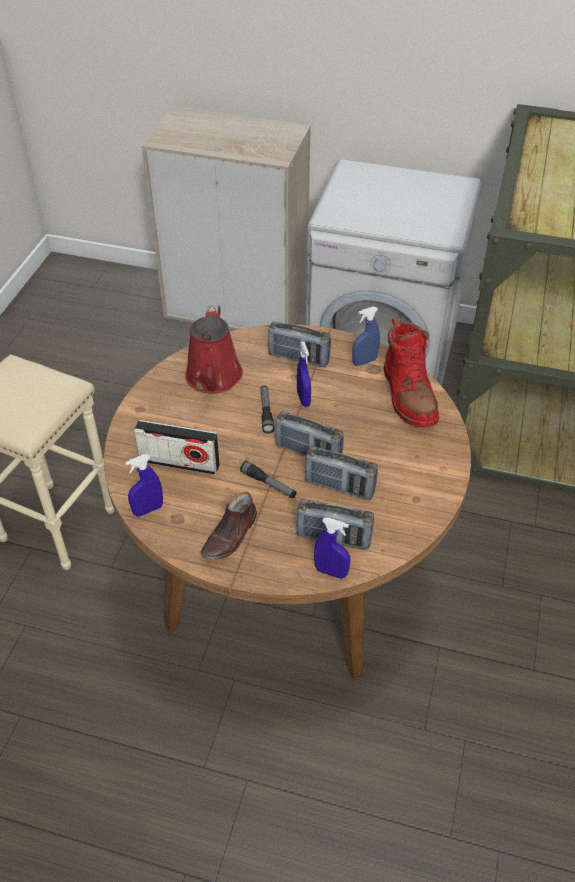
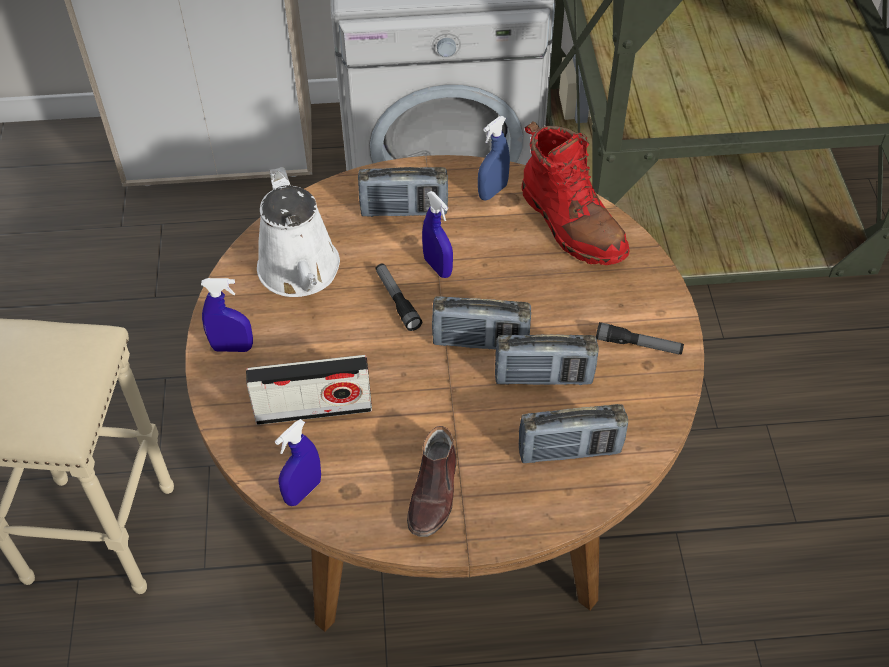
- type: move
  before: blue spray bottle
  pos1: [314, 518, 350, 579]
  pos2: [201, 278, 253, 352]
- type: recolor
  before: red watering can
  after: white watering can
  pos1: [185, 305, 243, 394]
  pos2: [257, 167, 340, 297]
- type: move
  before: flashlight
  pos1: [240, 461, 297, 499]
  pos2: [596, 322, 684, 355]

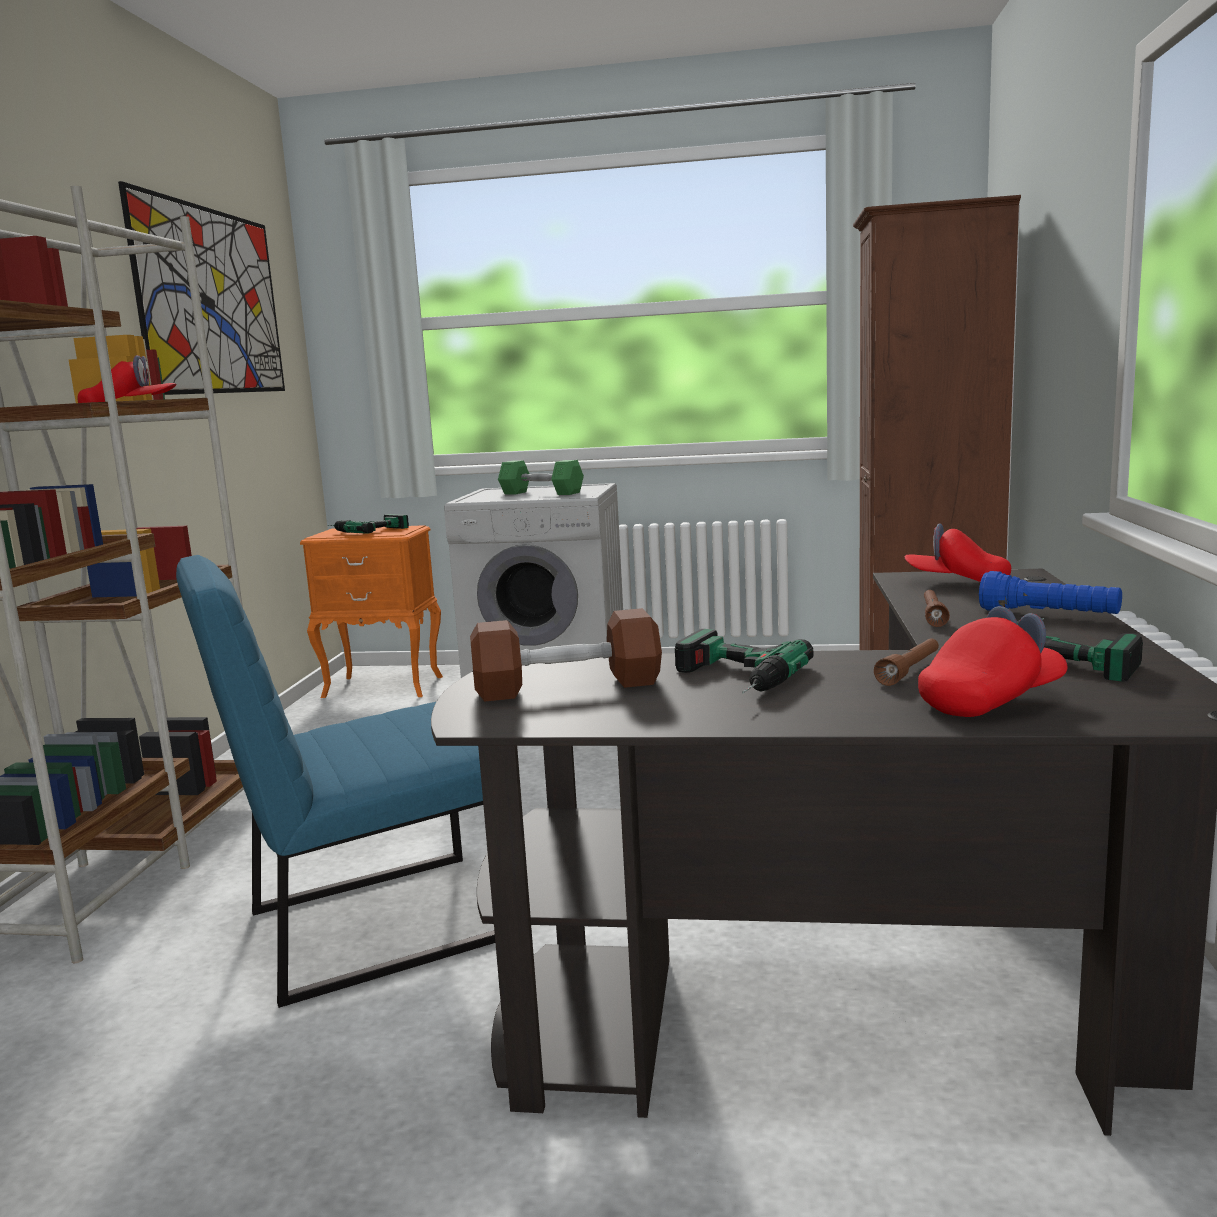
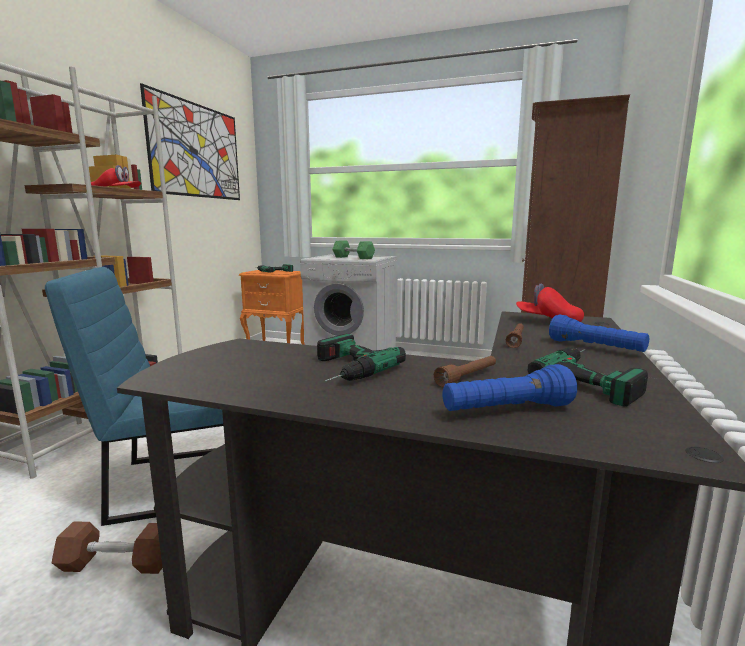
- type: move
  before: brown dumbbell
  pos1: [470, 608, 662, 702]
  pos2: [52, 521, 163, 574]
- type: replace
  before: red cap
  after: blue flashlight
  pos1: [918, 606, 1068, 717]
  pos2: [442, 364, 577, 411]

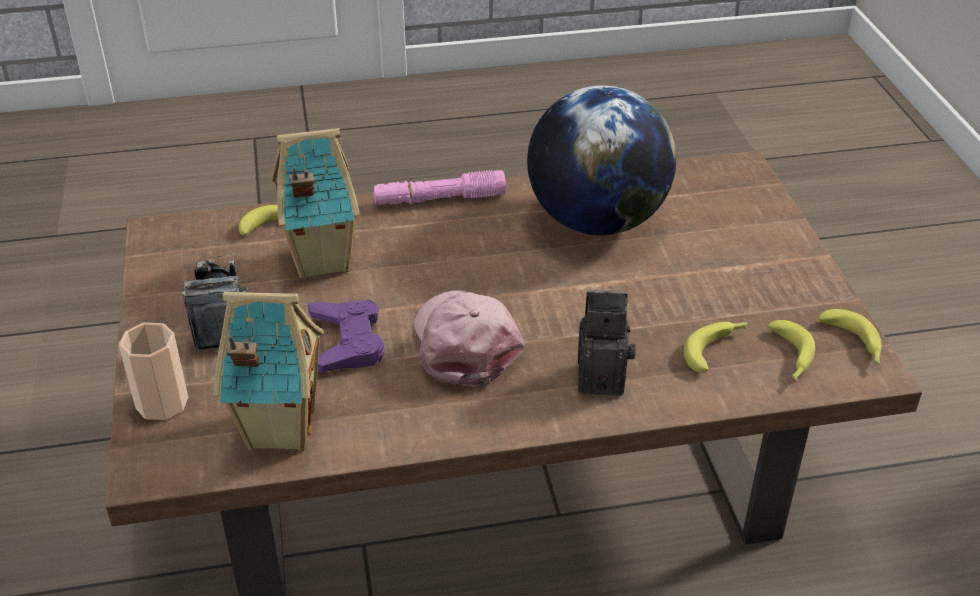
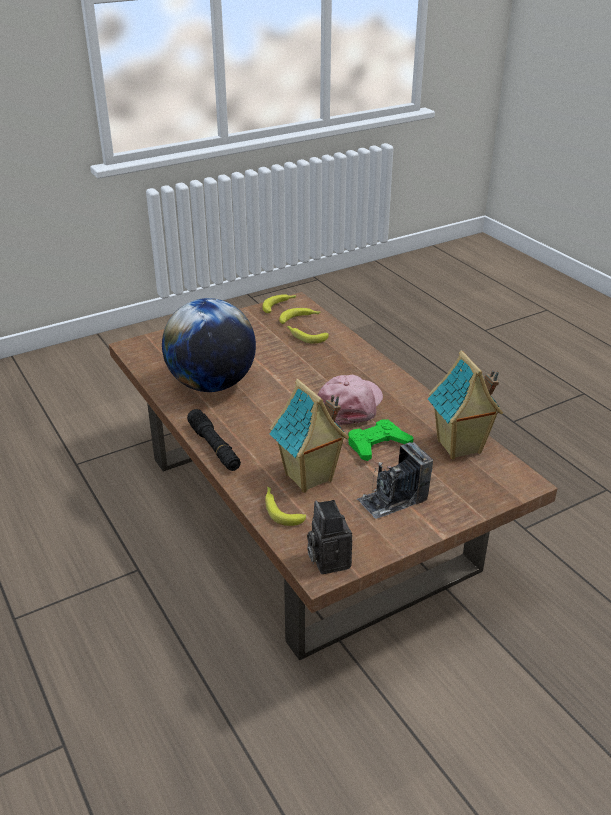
- type: recolor
  before: pink flashlight
  after: black flashlight
  pos1: [374, 170, 506, 205]
  pos2: [187, 409, 241, 471]
- type: move
  before: photo camera
  pos1: [578, 290, 636, 395]
  pos2: [307, 500, 352, 574]
- type: rotate
  before: pink cap
  pos1: [414, 290, 525, 387]
  pos2: [317, 375, 383, 426]
  turn: 150
- type: recolor
  before: purple game controller
  after: green game controller
  pos1: [308, 300, 385, 372]
  pos2: [348, 419, 413, 461]
- type: delete
  before: cup
  pos1: [119, 322, 188, 420]

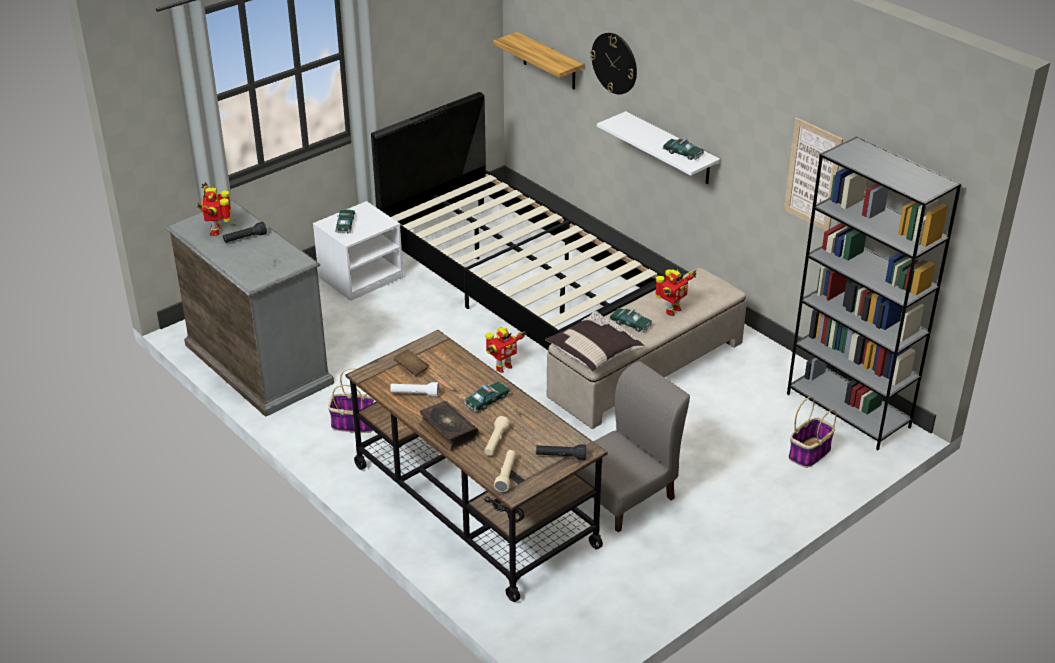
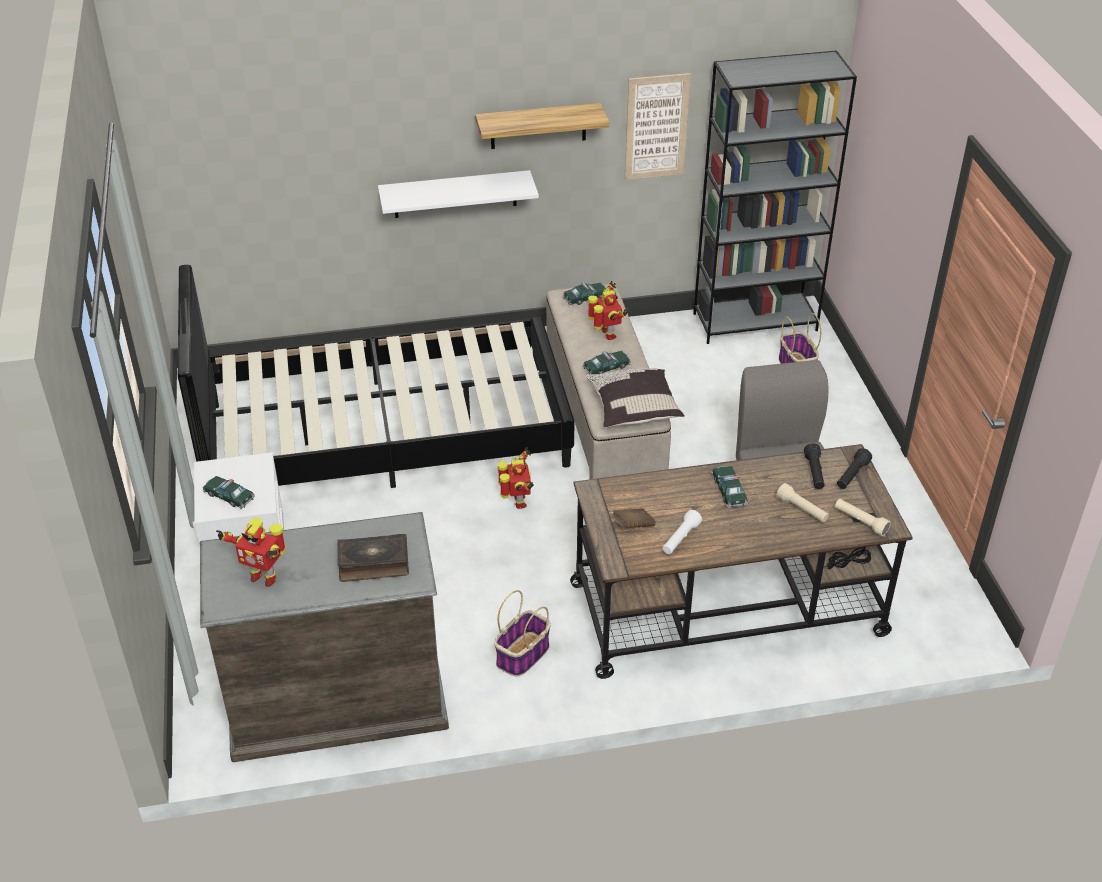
- type: move
  before: book
  pos1: [419, 401, 478, 451]
  pos2: [338, 534, 409, 582]
- type: move
  before: shelf
  pos1: [493, 32, 583, 89]
  pos2: [475, 103, 609, 149]
- type: move
  before: toy car
  pos1: [663, 138, 704, 160]
  pos2: [563, 282, 606, 305]
- type: move
  before: black flashlight
  pos1: [223, 222, 267, 243]
  pos2: [804, 443, 825, 489]
- type: delete
  before: wall clock
  pos1: [590, 33, 637, 95]

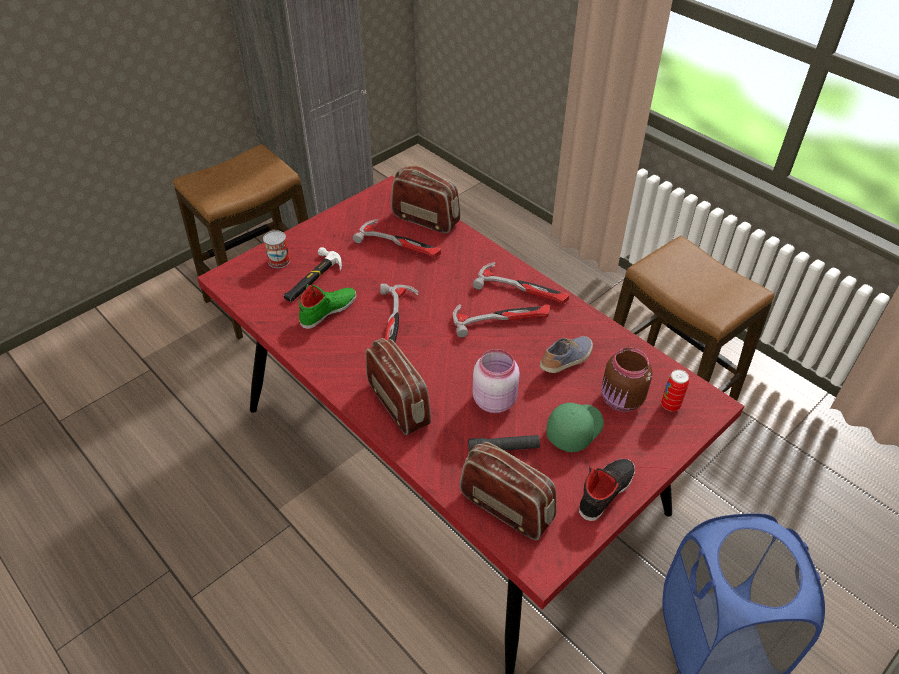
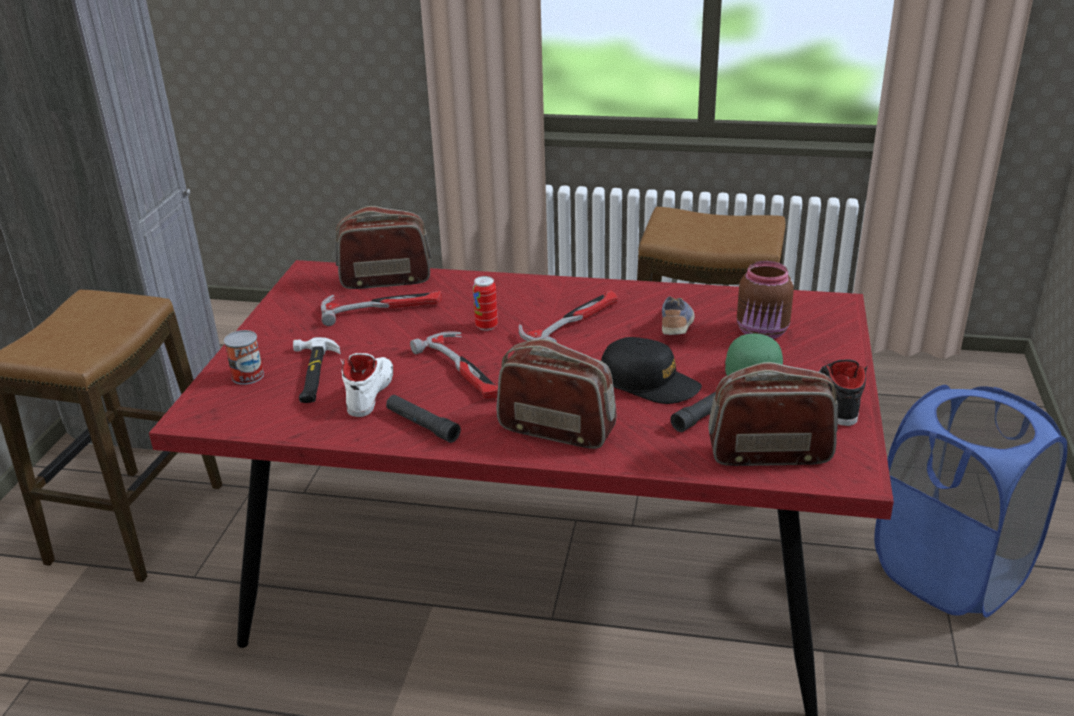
- type: recolor
  before: green shoe
  after: white shoe
  pos1: [299, 284, 357, 329]
  pos2: [340, 353, 393, 418]
- type: insert
  after: black flashlight
  pos2: [386, 395, 461, 443]
- type: move
  before: can
  pos1: [661, 369, 689, 412]
  pos2: [473, 276, 498, 331]
- type: replace
  before: pink jar
  after: black cap
  pos1: [473, 349, 520, 413]
  pos2: [601, 337, 702, 404]
- type: delete
  before: hammer
  pos1: [472, 262, 570, 304]

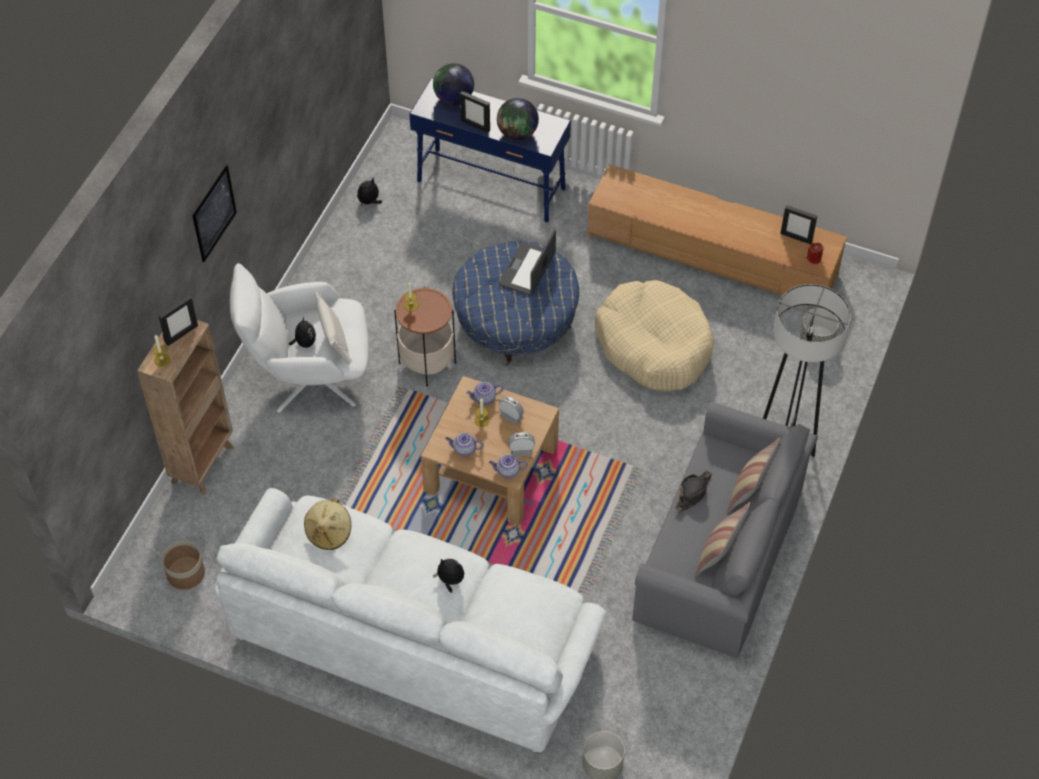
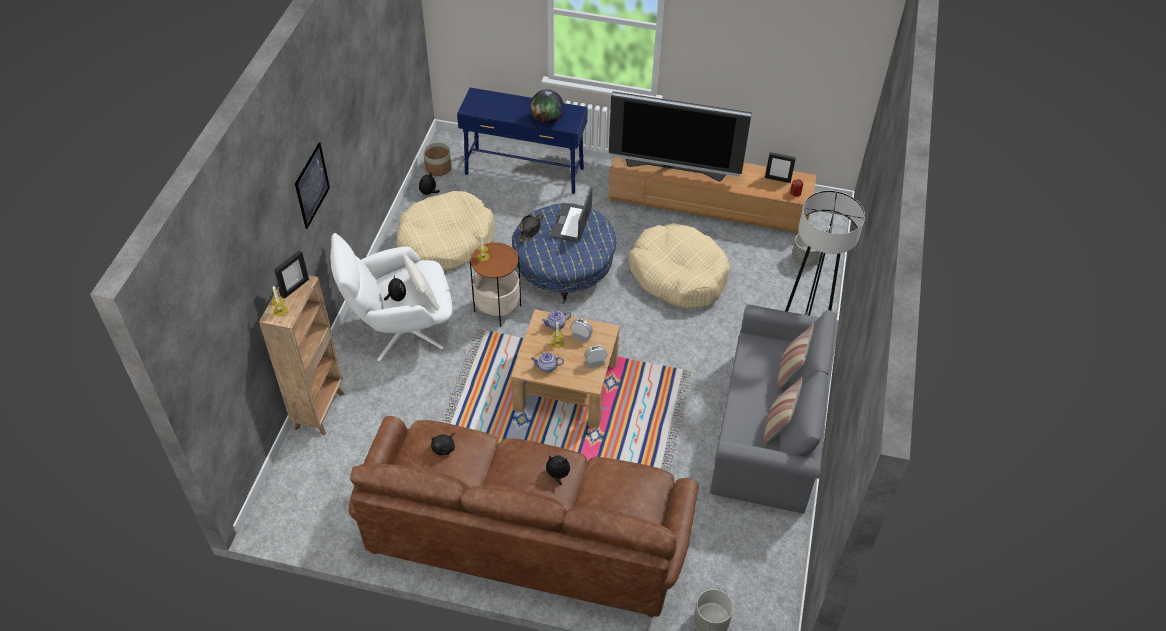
- type: recolor
  before: white sofa
  after: brown sofa
  pos1: [214, 488, 606, 752]
  pos2: [349, 416, 699, 617]
- type: insert
  after: beige dog bed
  pos2: [397, 191, 495, 271]
- type: move
  before: planter
  pos1: [162, 541, 205, 590]
  pos2: [423, 142, 452, 176]
- type: replace
  before: beige hat
  after: black plush toy
  pos1: [304, 498, 351, 550]
  pos2: [431, 432, 456, 455]
- type: move
  before: black hat
  pos1: [675, 470, 712, 512]
  pos2: [518, 213, 544, 242]
- type: insert
  after: television
  pos2: [609, 91, 752, 182]
- type: delete
  before: globe
  pos1: [433, 63, 474, 105]
- type: delete
  before: picture frame
  pos1: [460, 91, 490, 133]
- type: delete
  before: teapot
  pos1: [489, 455, 528, 478]

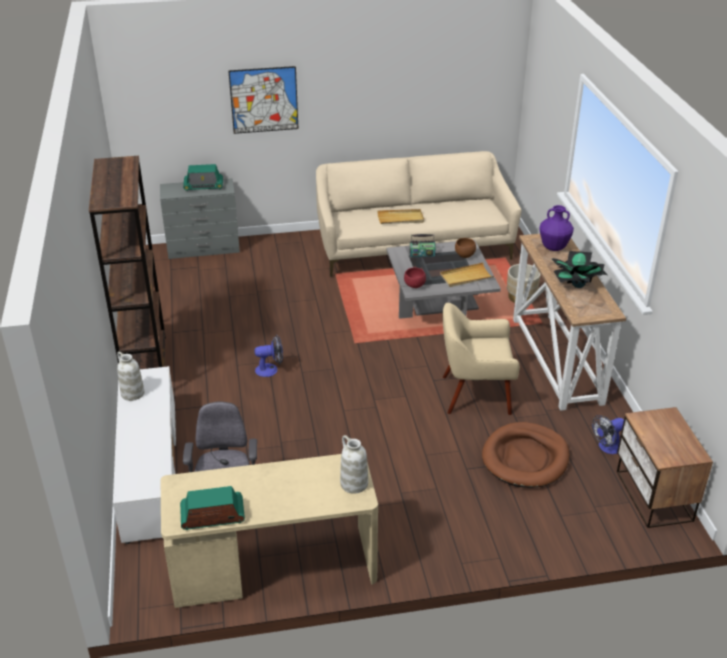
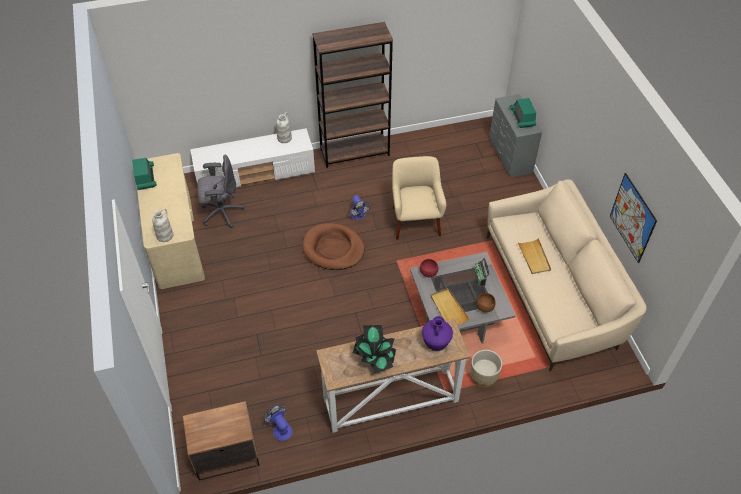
- type: move
  before: brown dog bed
  pos1: [482, 422, 570, 488]
  pos2: [302, 223, 365, 270]
- type: move
  before: beige armchair
  pos1: [442, 303, 520, 415]
  pos2: [392, 156, 446, 240]
- type: move
  before: picture
  pos1: [228, 66, 298, 134]
  pos2: [610, 173, 657, 263]

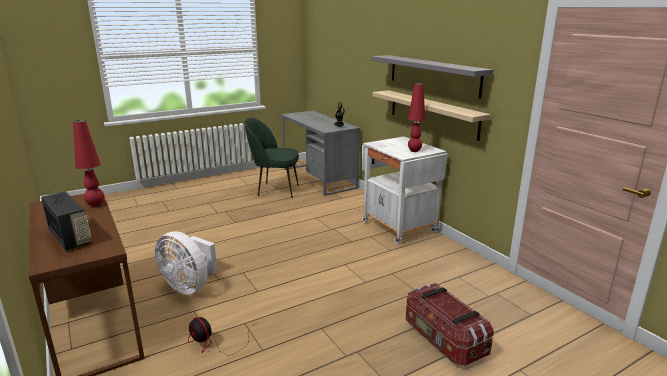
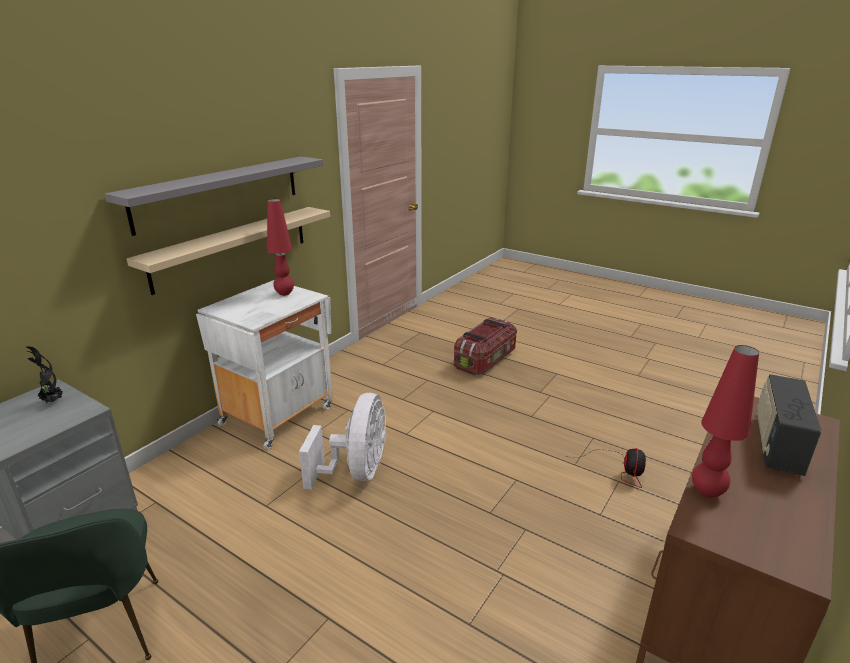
- type: move
  before: white fan
  pos1: [155, 231, 217, 295]
  pos2: [299, 393, 386, 490]

